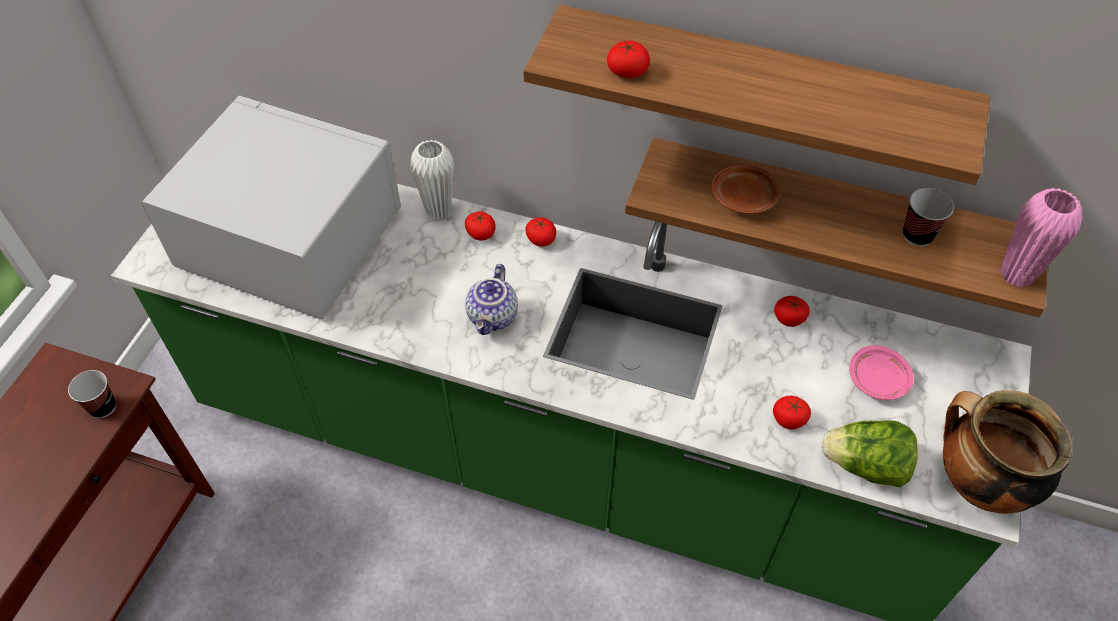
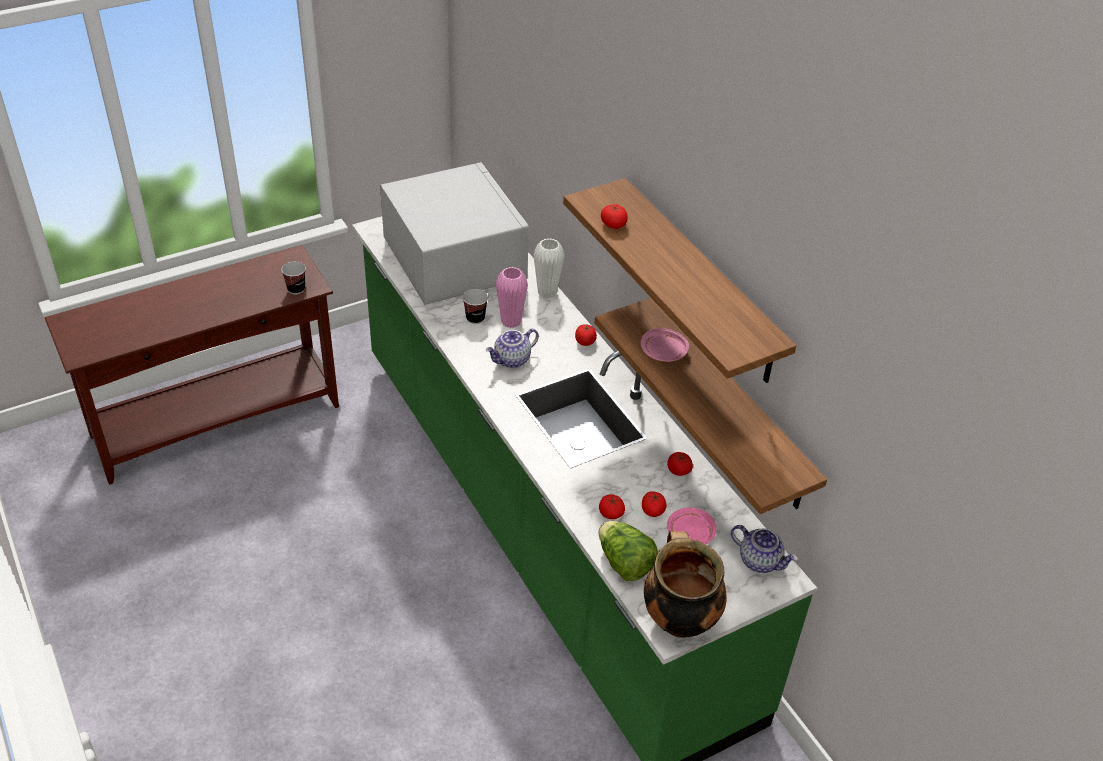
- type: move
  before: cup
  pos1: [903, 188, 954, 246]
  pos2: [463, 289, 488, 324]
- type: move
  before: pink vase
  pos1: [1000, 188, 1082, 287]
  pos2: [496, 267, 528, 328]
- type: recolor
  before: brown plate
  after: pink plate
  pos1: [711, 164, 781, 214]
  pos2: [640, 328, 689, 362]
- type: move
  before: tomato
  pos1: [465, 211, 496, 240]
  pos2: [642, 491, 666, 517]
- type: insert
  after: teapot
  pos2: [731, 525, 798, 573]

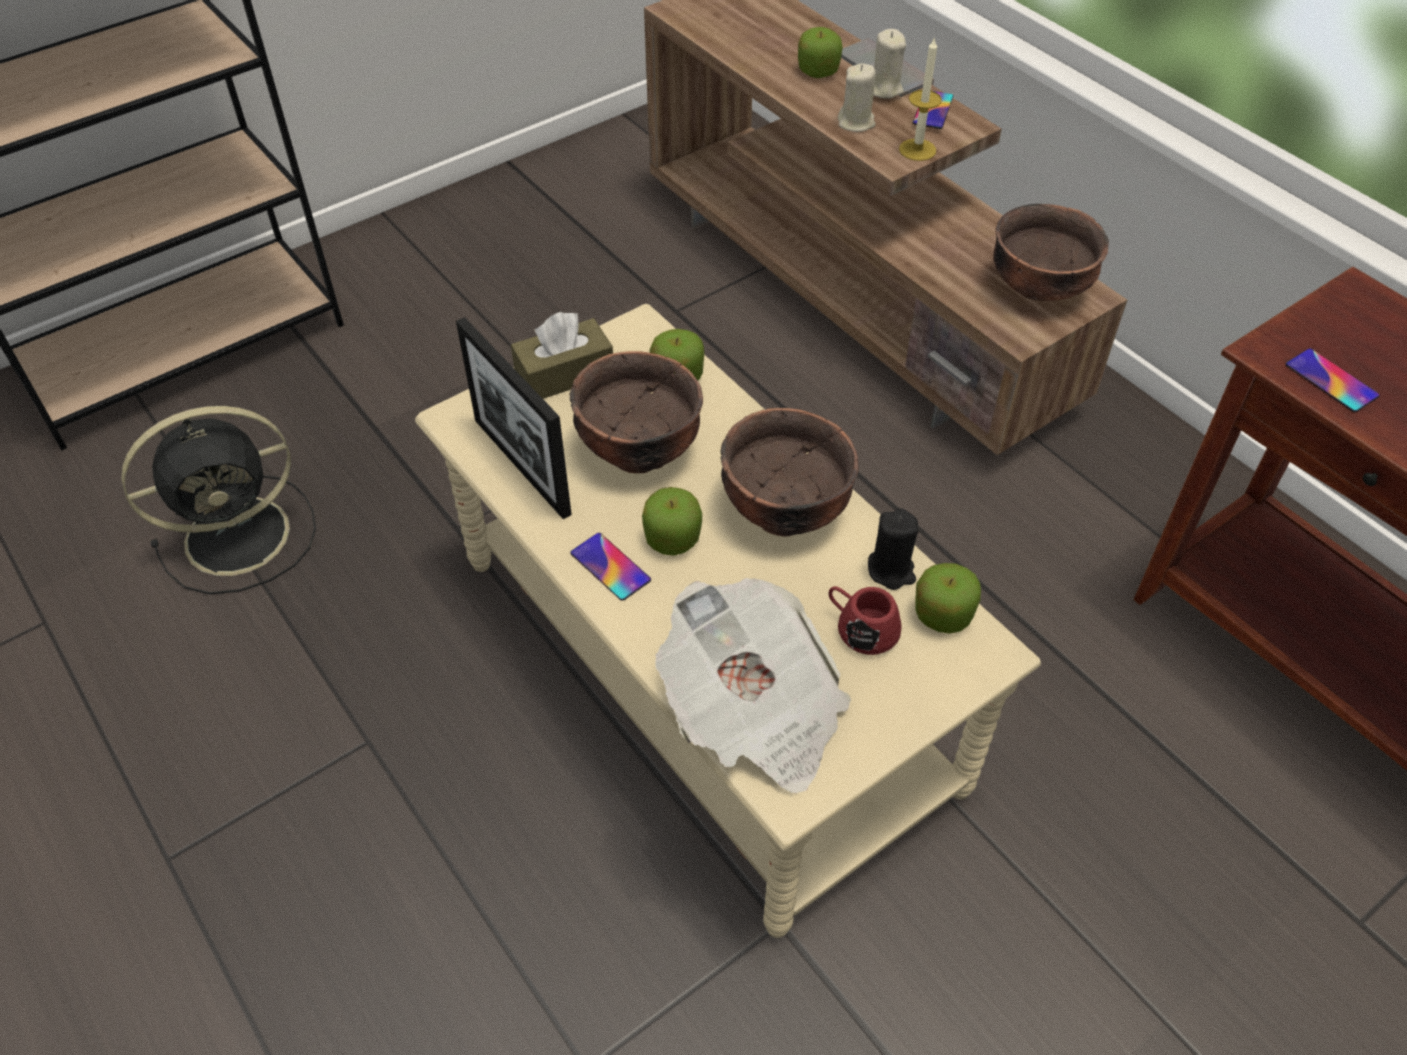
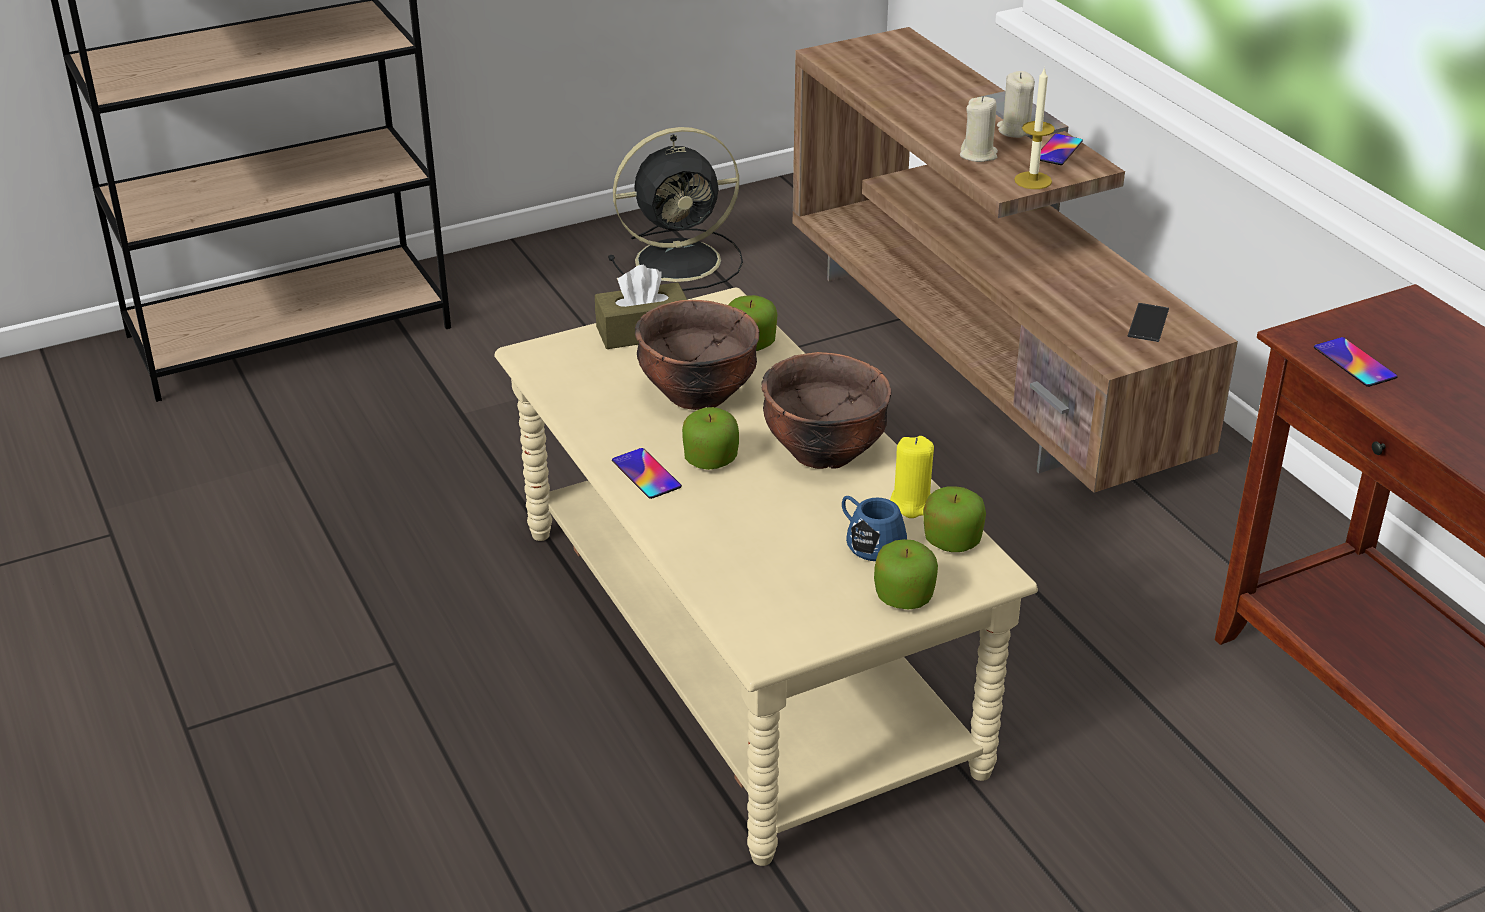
- type: move
  before: black fan
  pos1: [121, 406, 316, 594]
  pos2: [608, 127, 743, 291]
- type: recolor
  before: red mug
  after: blue mug
  pos1: [829, 586, 902, 655]
  pos2: [842, 496, 907, 561]
- type: move
  before: apple
  pos1: [798, 27, 843, 78]
  pos2: [874, 539, 938, 610]
- type: recolor
  before: black candle
  after: yellow candle
  pos1: [868, 508, 918, 590]
  pos2: [890, 436, 934, 518]
- type: replace
  before: brown bowl
  after: phone
  pos1: [993, 204, 1109, 301]
  pos2: [1127, 303, 1169, 342]
- type: delete
  before: picture frame
  pos1: [456, 317, 572, 519]
- type: delete
  before: newspaper
  pos1: [655, 578, 851, 793]

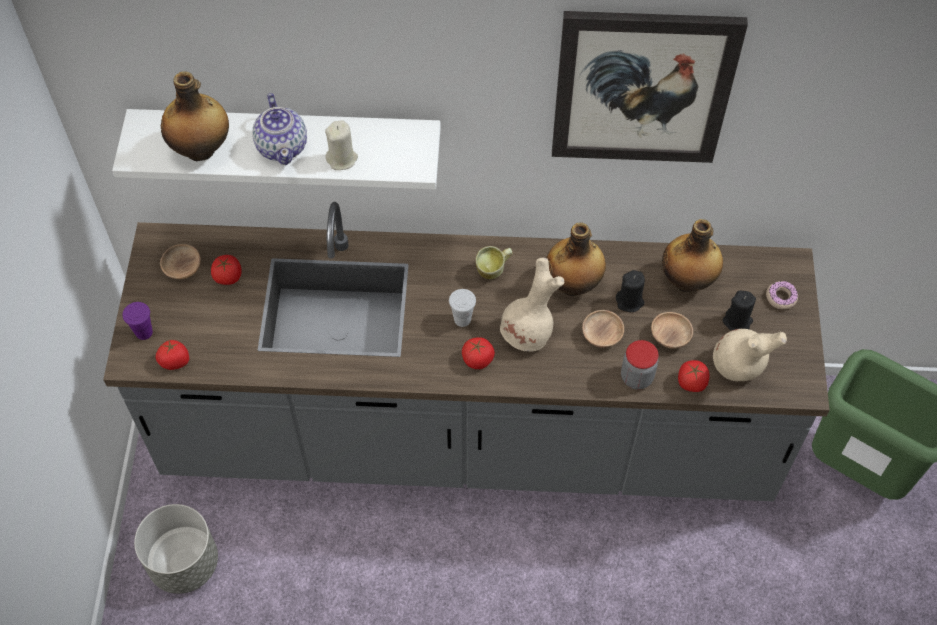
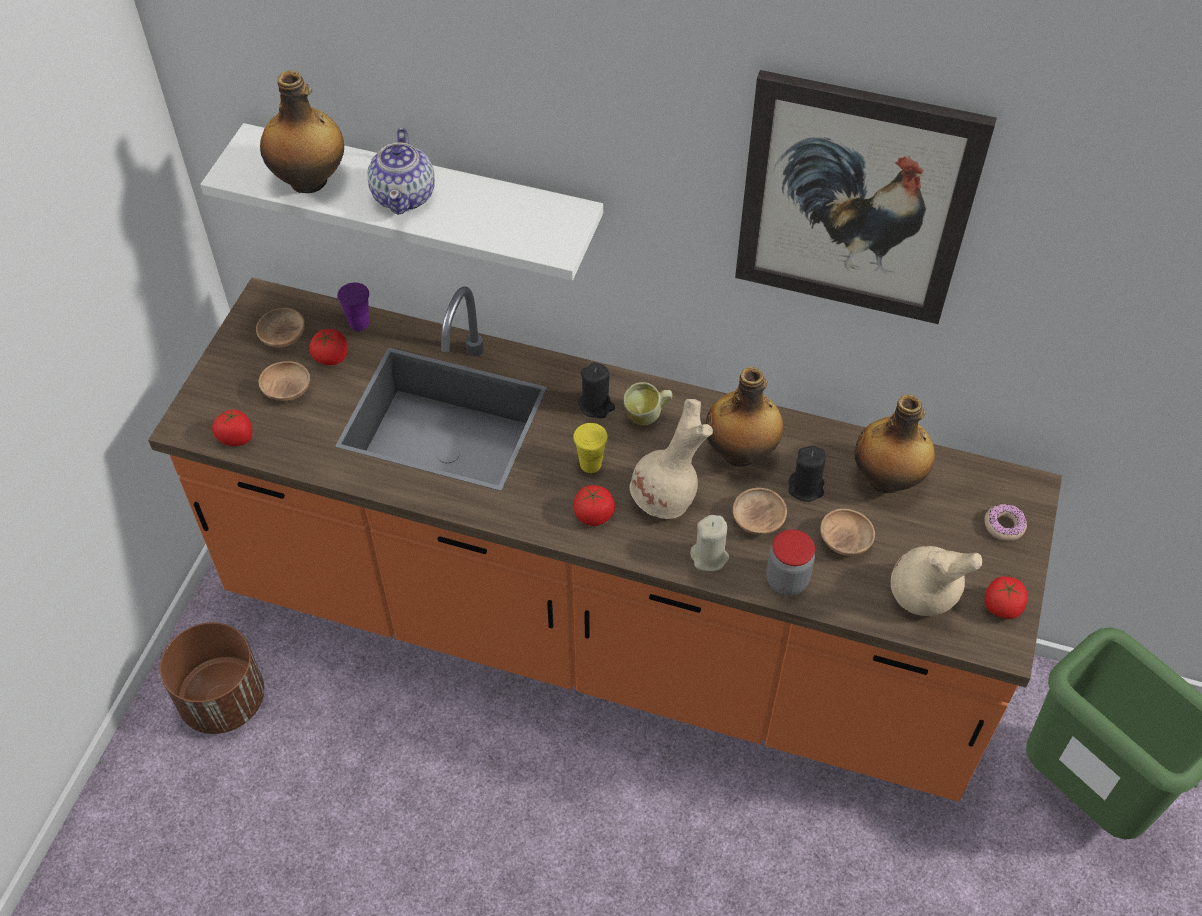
- type: recolor
  before: grey counter
  after: orange counter
  pos1: [103, 202, 830, 501]
  pos2: [148, 278, 1062, 802]
- type: recolor
  before: grey planter
  after: brown planter
  pos1: [134, 504, 218, 594]
  pos2: [160, 622, 264, 734]
- type: insert
  after: brown bowl
  pos2: [259, 361, 310, 401]
- type: move
  before: purple cup
  pos1: [122, 302, 153, 340]
  pos2: [337, 282, 369, 331]
- type: recolor
  before: white cup
  after: yellow cup
  pos1: [449, 289, 476, 327]
  pos2: [573, 423, 608, 473]
- type: move
  before: black candle
  pos1: [722, 291, 756, 331]
  pos2: [578, 362, 615, 418]
- type: move
  before: beige candle
  pos1: [325, 120, 358, 170]
  pos2: [690, 515, 729, 571]
- type: move
  before: tomato
  pos1: [678, 360, 709, 392]
  pos2: [984, 577, 1028, 619]

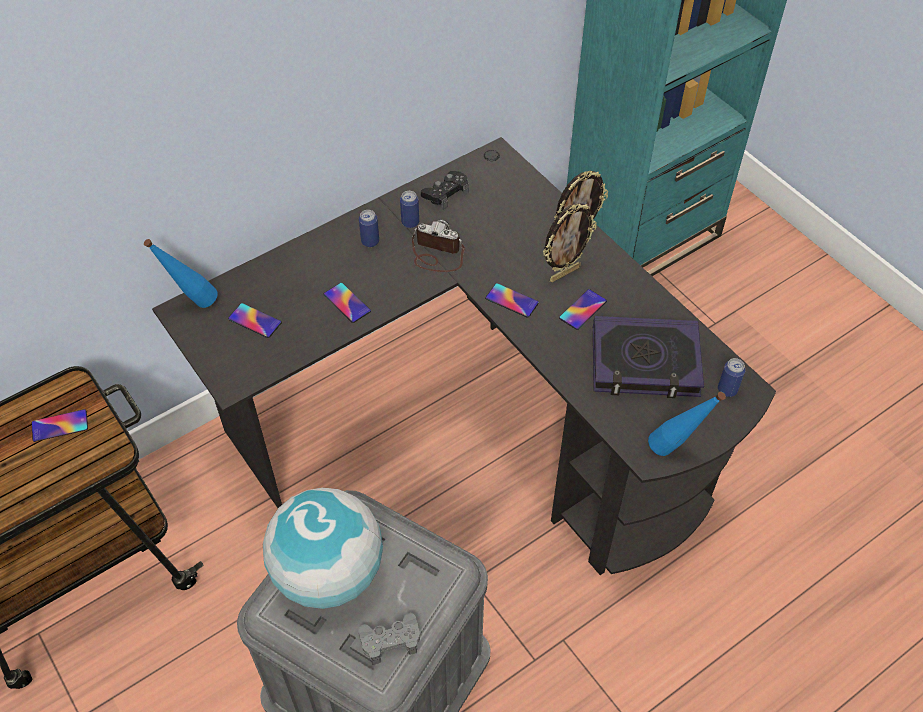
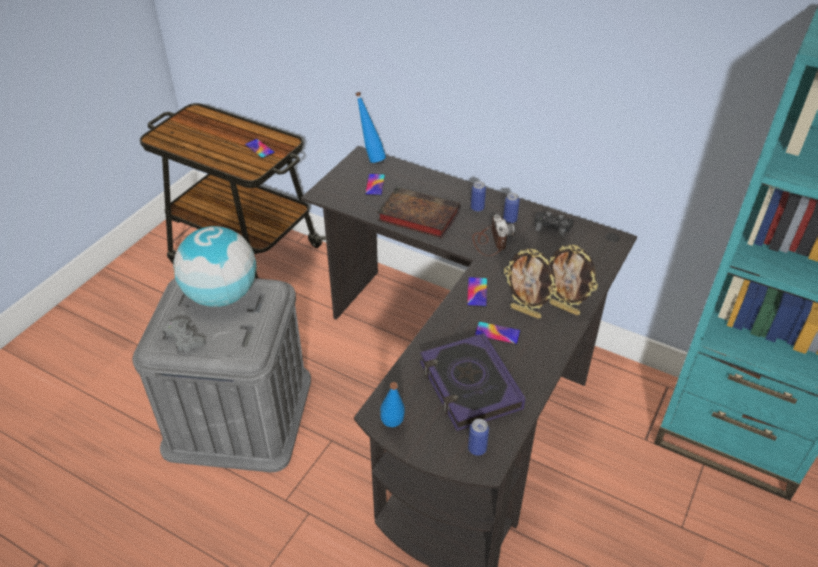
- type: replace
  before: phone
  after: book
  pos1: [323, 283, 371, 323]
  pos2: [377, 187, 460, 238]

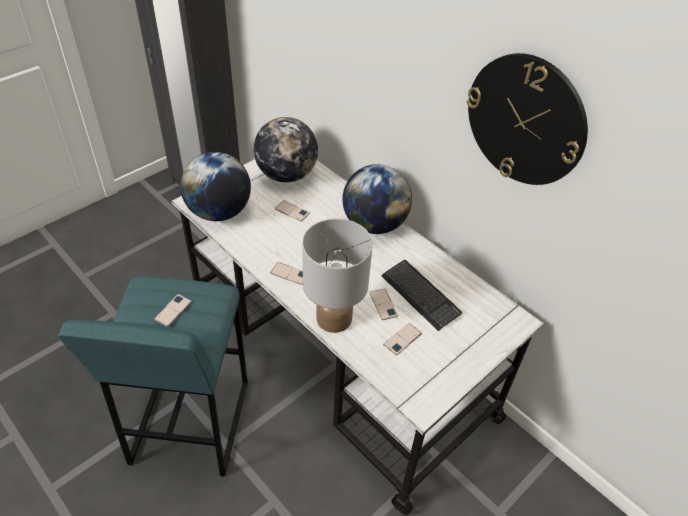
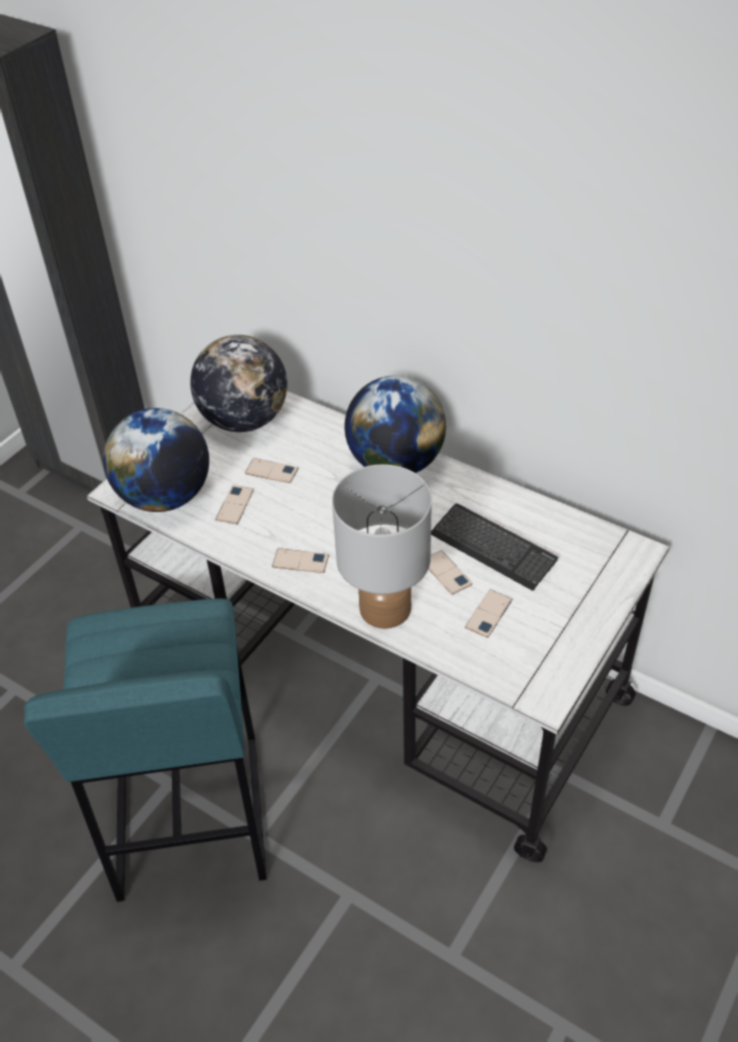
- type: move
  before: phone
  pos1: [154, 294, 192, 327]
  pos2: [215, 485, 254, 524]
- type: delete
  before: wall clock
  pos1: [467, 53, 588, 185]

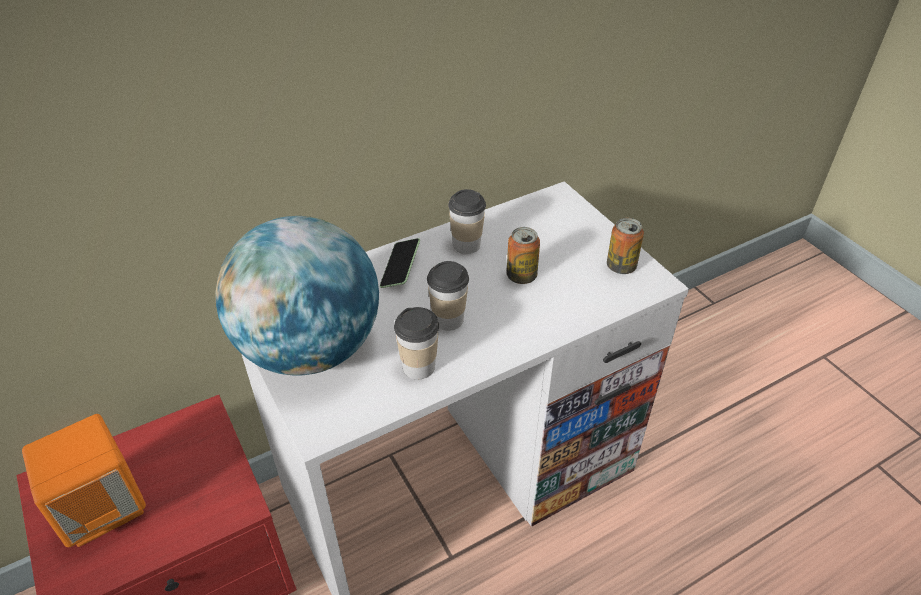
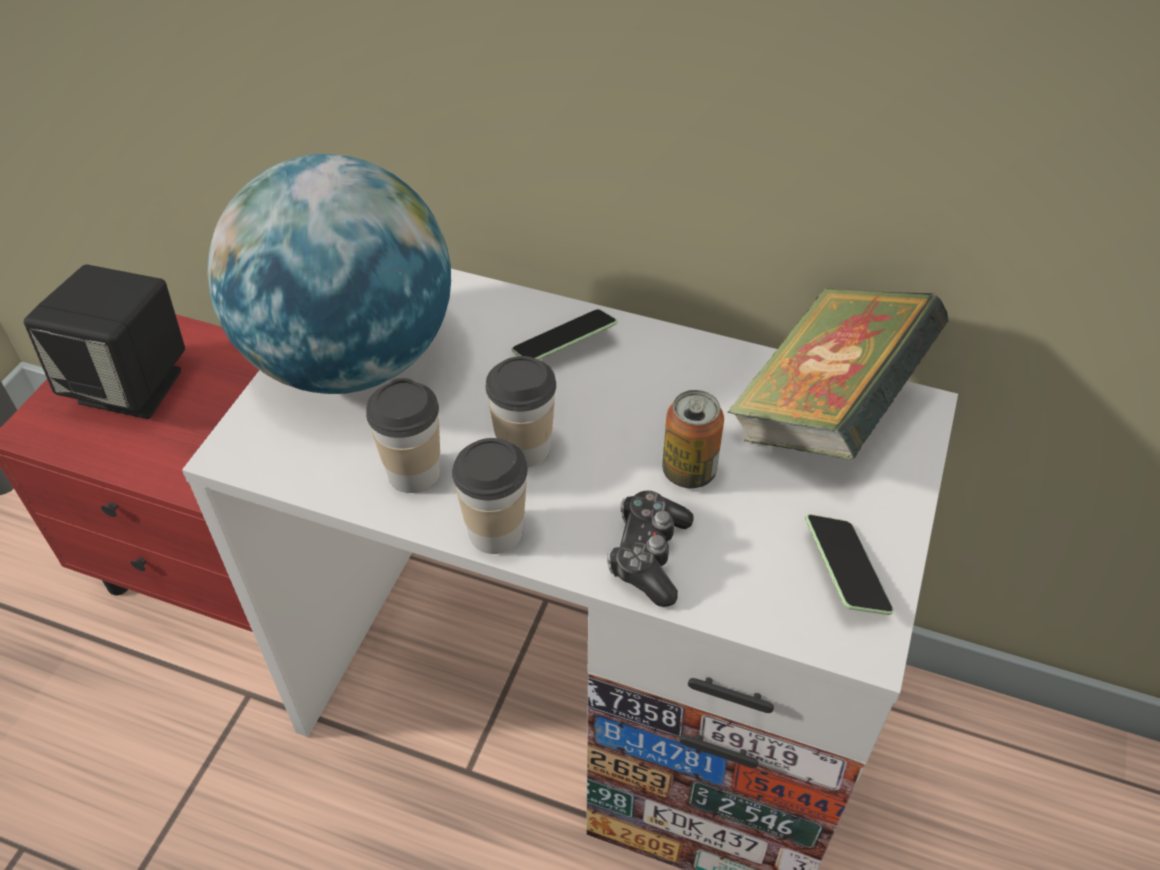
- type: recolor
  before: orange speaker
  after: black speaker
  pos1: [22, 414, 146, 547]
  pos2: [24, 265, 185, 419]
- type: move
  before: cup
  pos1: [448, 189, 486, 254]
  pos2: [452, 438, 528, 554]
- type: insert
  after: game controller
  pos2: [607, 491, 694, 607]
- type: insert
  after: book
  pos2: [727, 288, 949, 459]
- type: replace
  before: can
  after: phone
  pos1: [607, 218, 644, 274]
  pos2: [805, 514, 894, 615]

